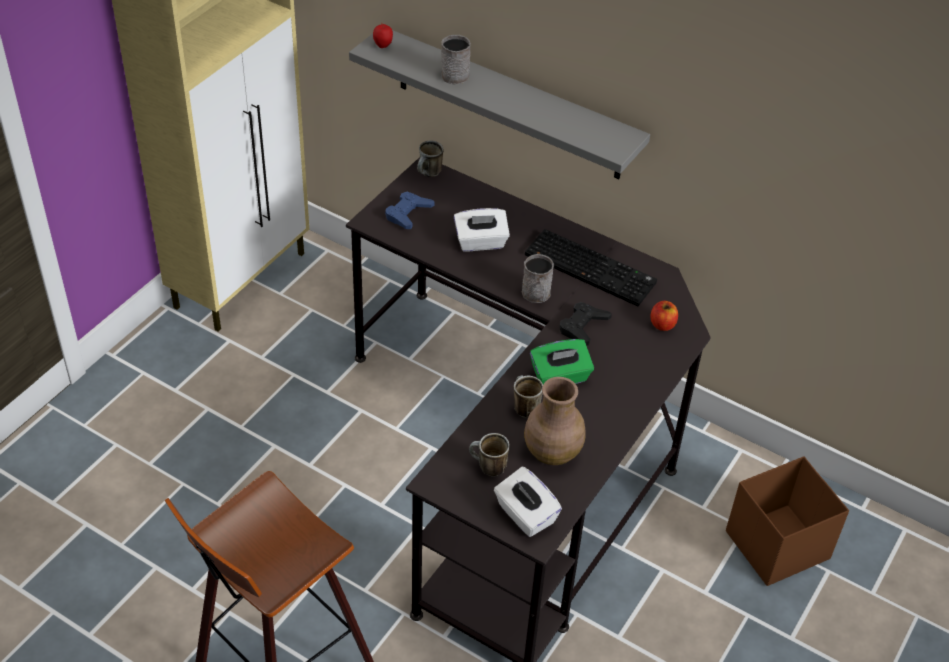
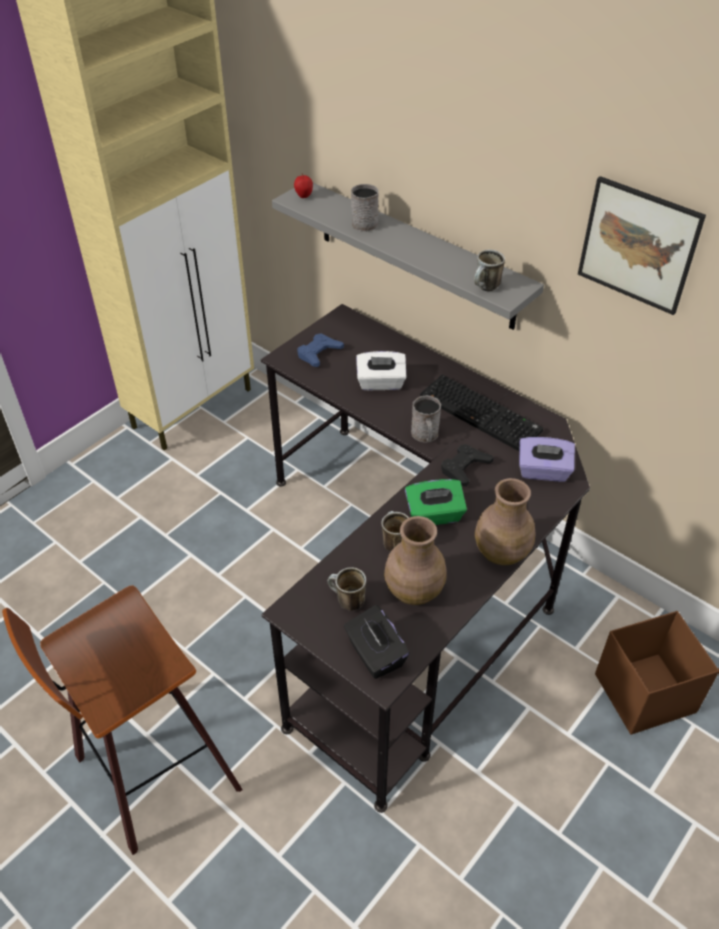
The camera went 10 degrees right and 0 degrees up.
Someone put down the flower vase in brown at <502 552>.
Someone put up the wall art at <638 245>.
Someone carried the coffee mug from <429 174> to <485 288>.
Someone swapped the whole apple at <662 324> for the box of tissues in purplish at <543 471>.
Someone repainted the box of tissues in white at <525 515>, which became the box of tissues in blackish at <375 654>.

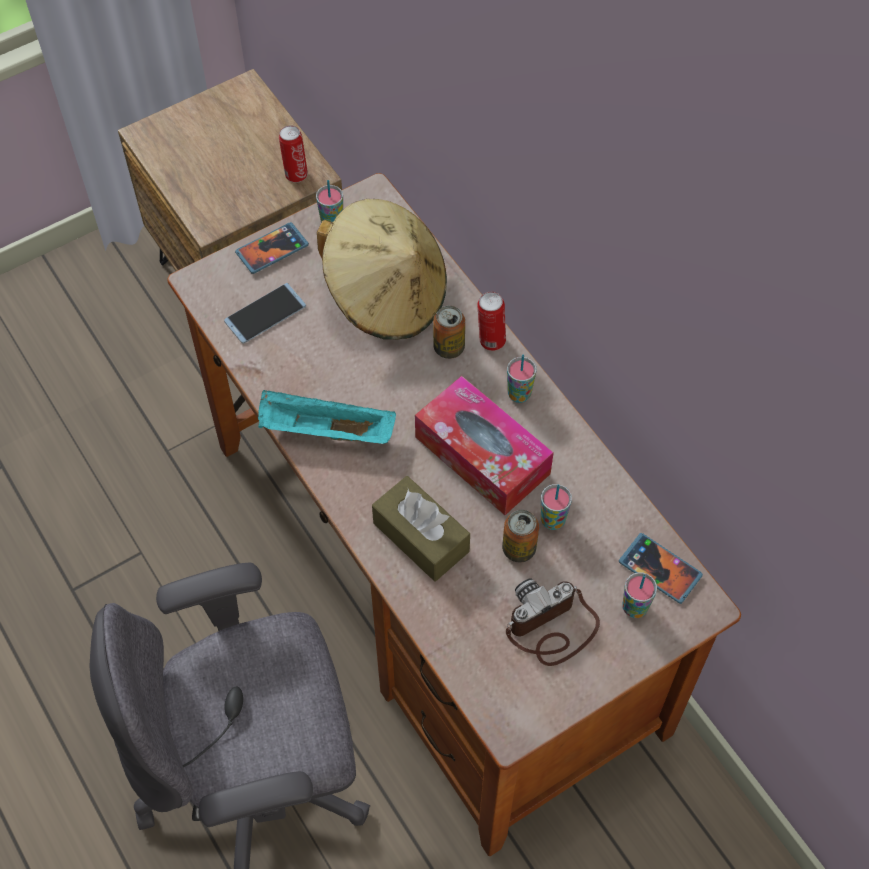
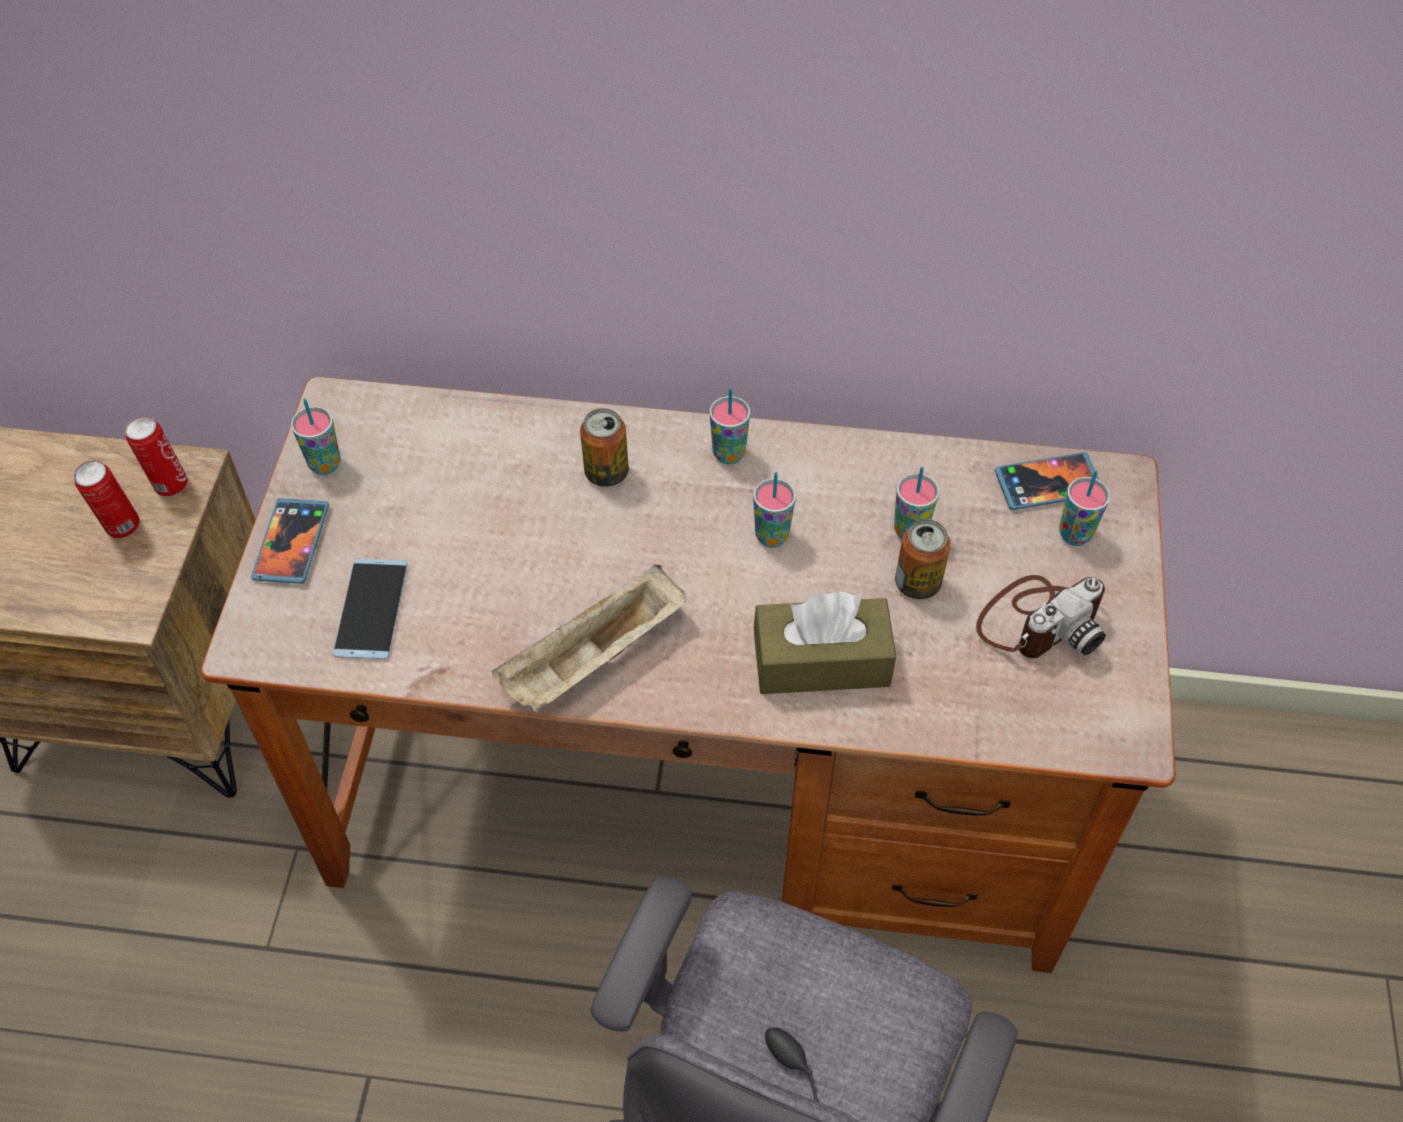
The camera went 50 degrees left and 5 degrees down.
Someone took away the clothing hat in beige-coloured at <386 295>.
Someone carried the metal can from <490 341> to <121 527>.
Someone swapped the box of tissues at <482 455> for the drinking cup at <772 536>.
Someone repainted the serving tray in turquoise at <324 431>, which became the serving tray in beige-coloured at <594 659>.
Someone rotated the still camera at <551 628> by 135 degrees counterclockwise.

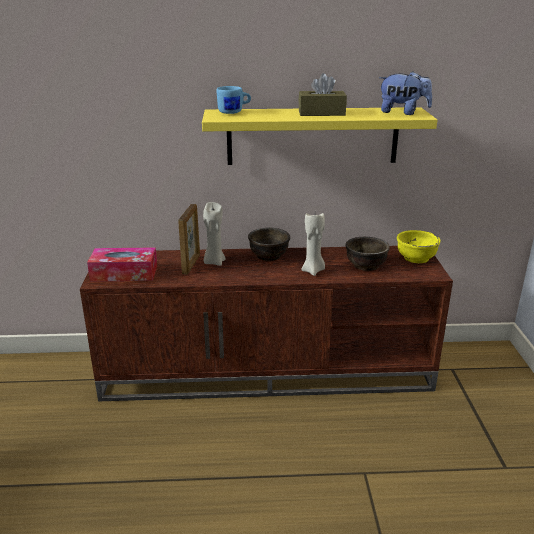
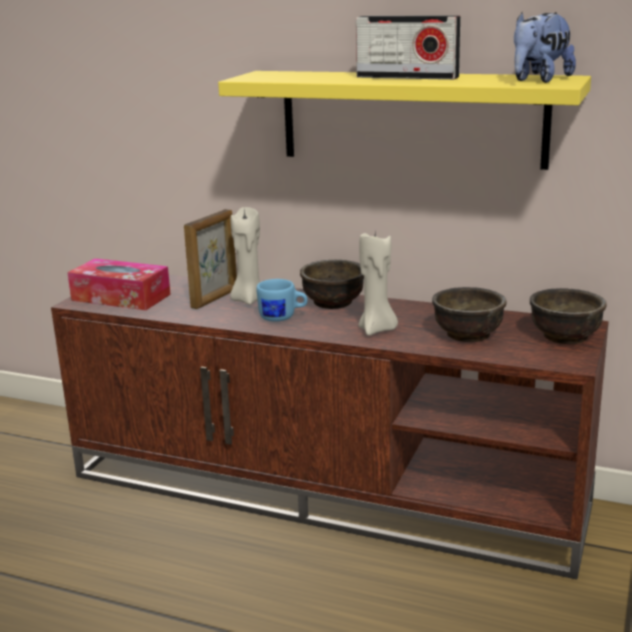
The camera went 25 degrees right and 5 degrees down.
Someone carried the coffee mug in bluish from <234 112> to <283 318>.
Someone swapped the box of tissues in brown at <321 113> for the radio at <407 77>.
Someone repainted the bowl in yellow at <416 258>, which became the bowl in brown at <564 336>.
Someone rotated the cuddly toy at <403 112> by 90 degrees clockwise.

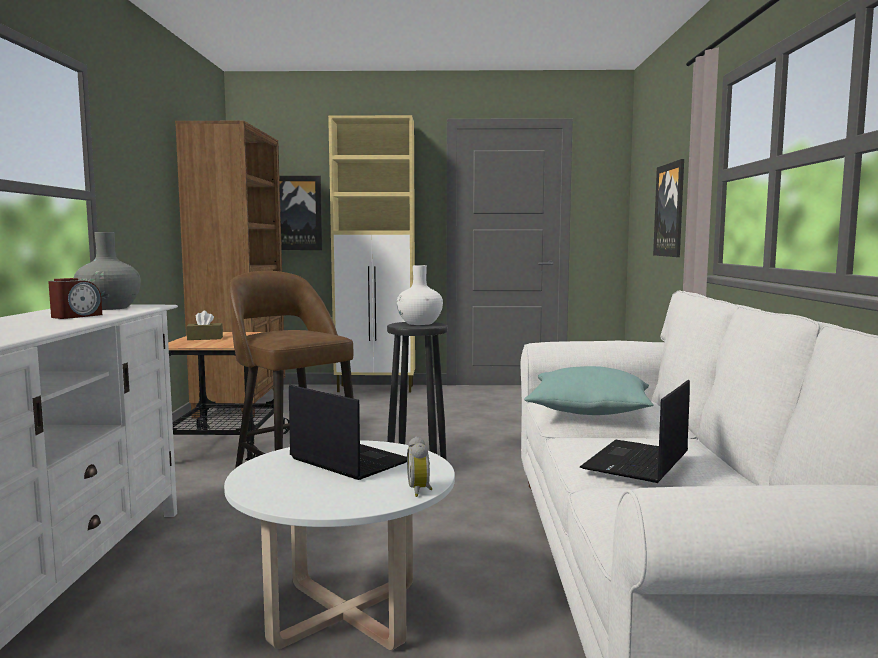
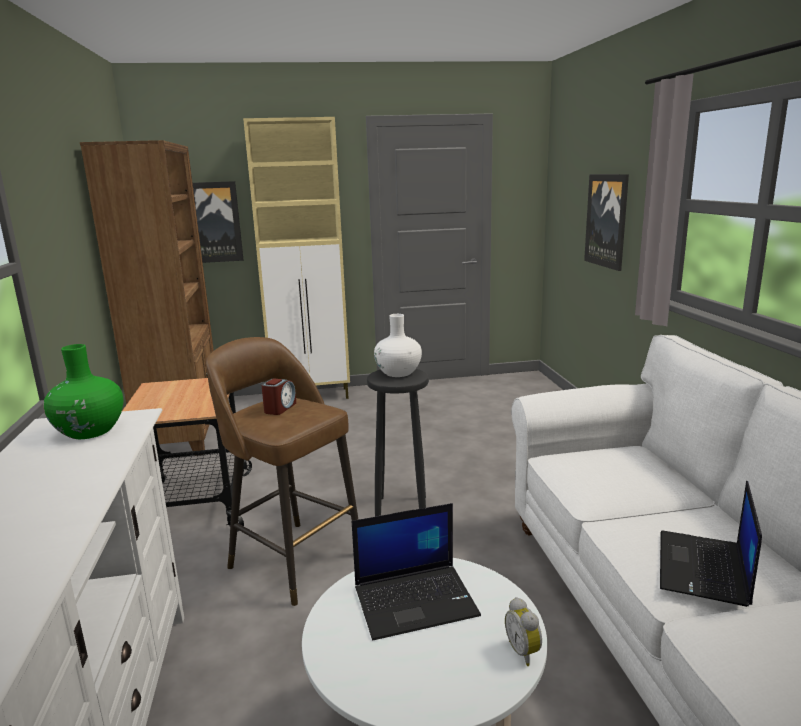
The camera went 10 degrees left and 10 degrees up.
Someone took away the box of tissues in brown at <205 338>.
Someone took away the cushion in turquoise at <589 411>.
Someone carried the alarm clock from <76 316> to <280 408>.
Someone repainted the flower vase in greyish at <109 308>, which became the flower vase in green at <90 431>.
Someone rotated the portable computer at <348 460> by 135 degrees clockwise.

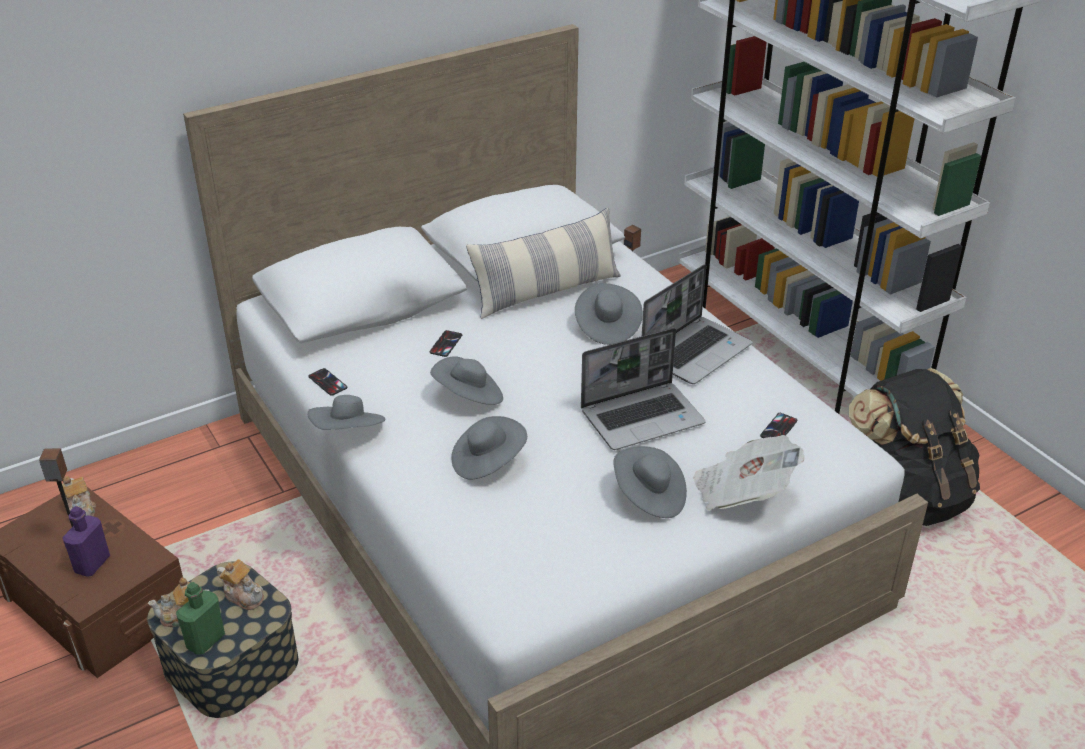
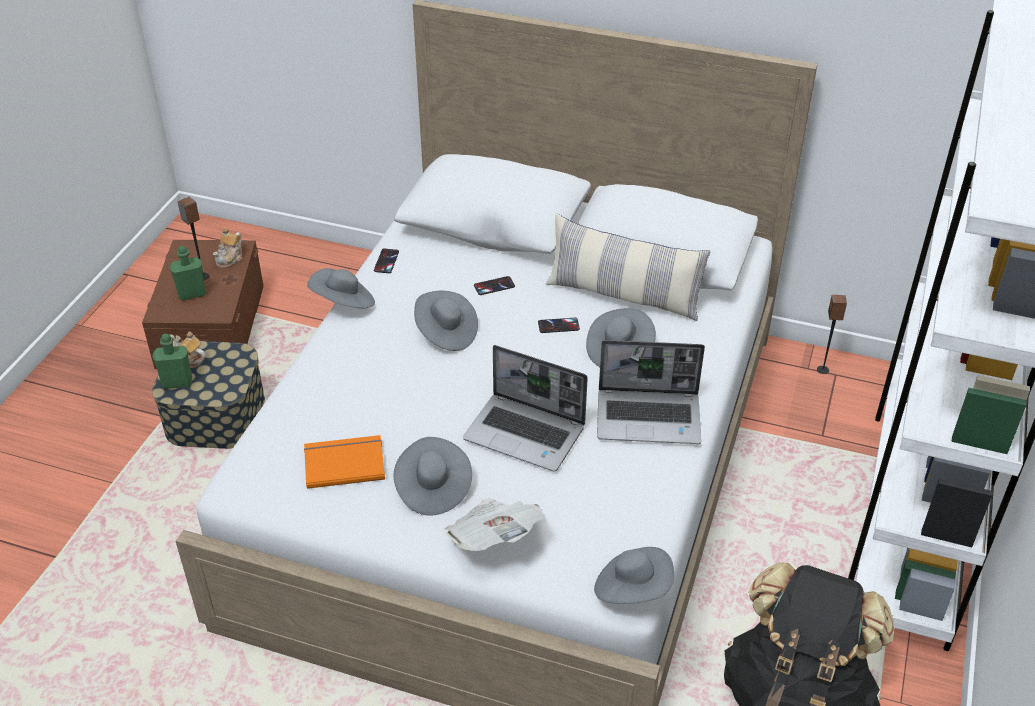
The camera went 50 degrees right and 5 degrees up.
Someone took away the tea pot at <244 596>.
Someone put down the bound book in orange-coloured at <344 462>.
Someone carried the clothing hat in greyish from <487 462> to <632 589>.
Someone carried the telephone from <778 428> to <558 326>.
Someone repainted the bottle in purplish at <92 564>, which became the bottle in green at <192 294>.

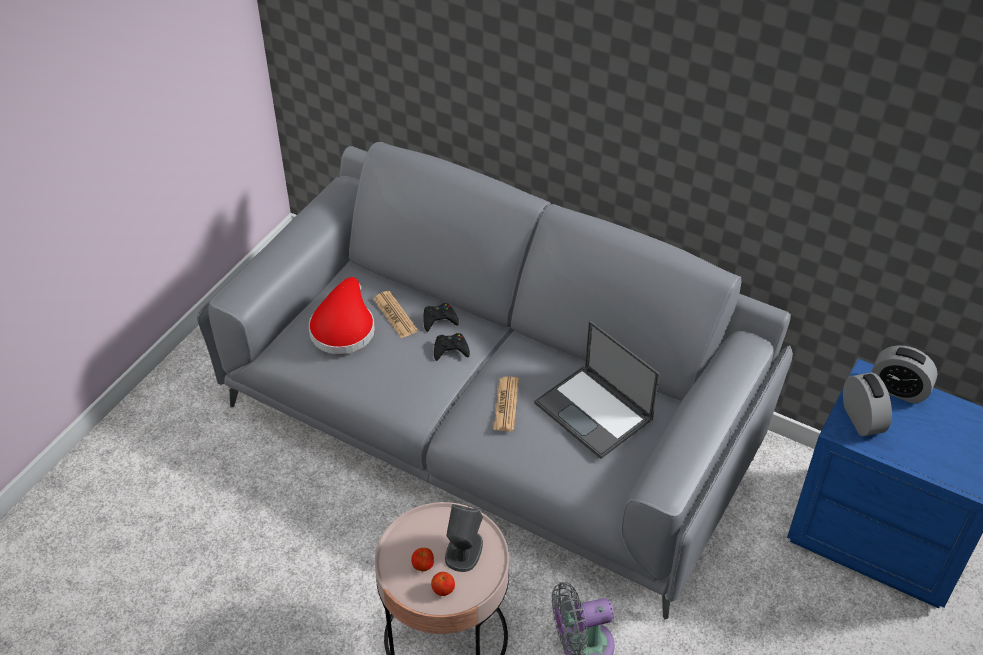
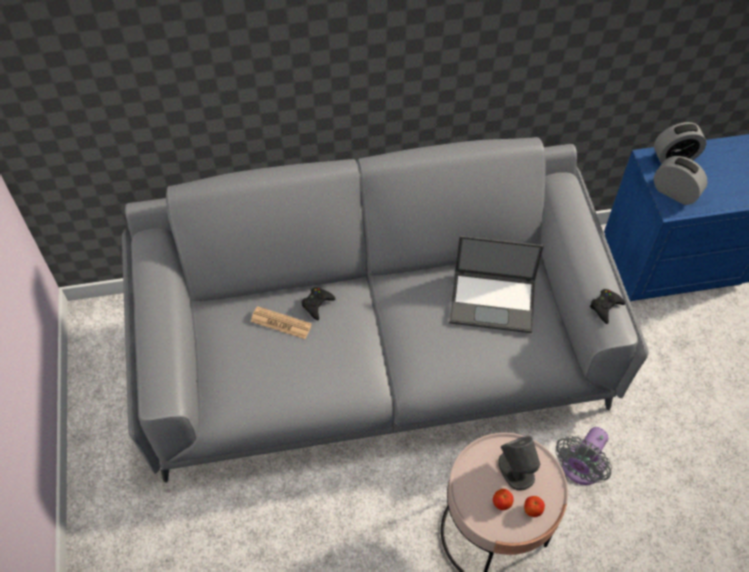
The camera went 40 degrees left and 10 degrees up.
Someone took away the clothing hat in reddish at <343 327>.
Someone took away the daily paper at <506 404>.
Someone carried the gamepad in blackish from <450 349> to <605 307>.

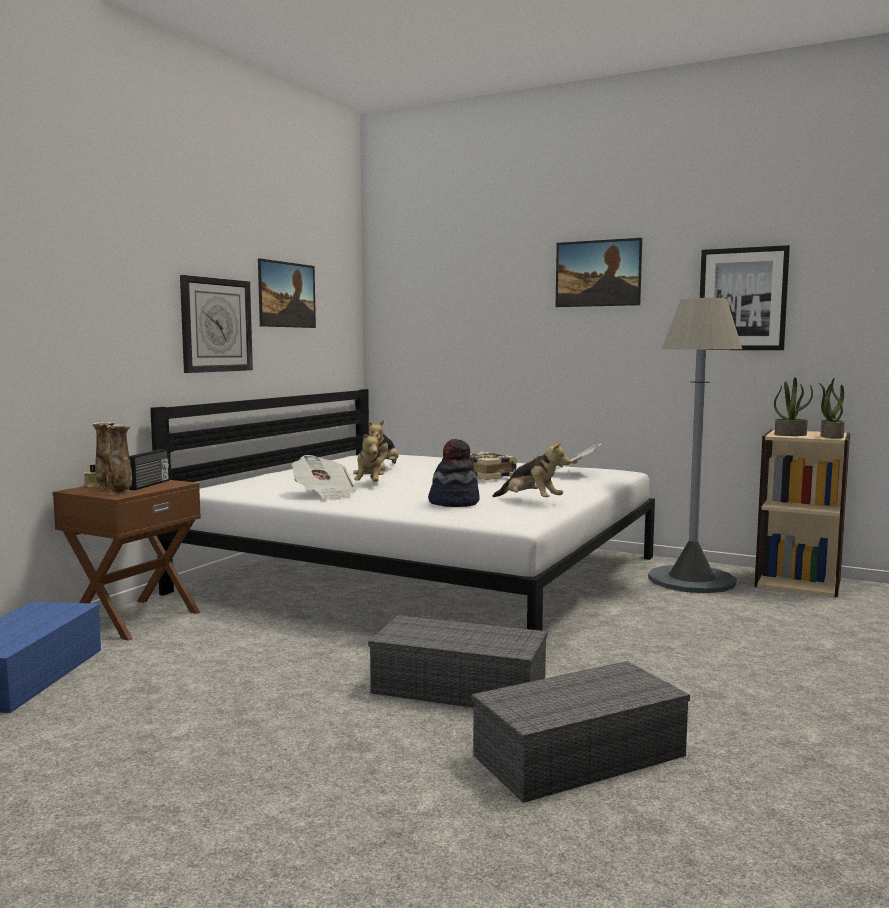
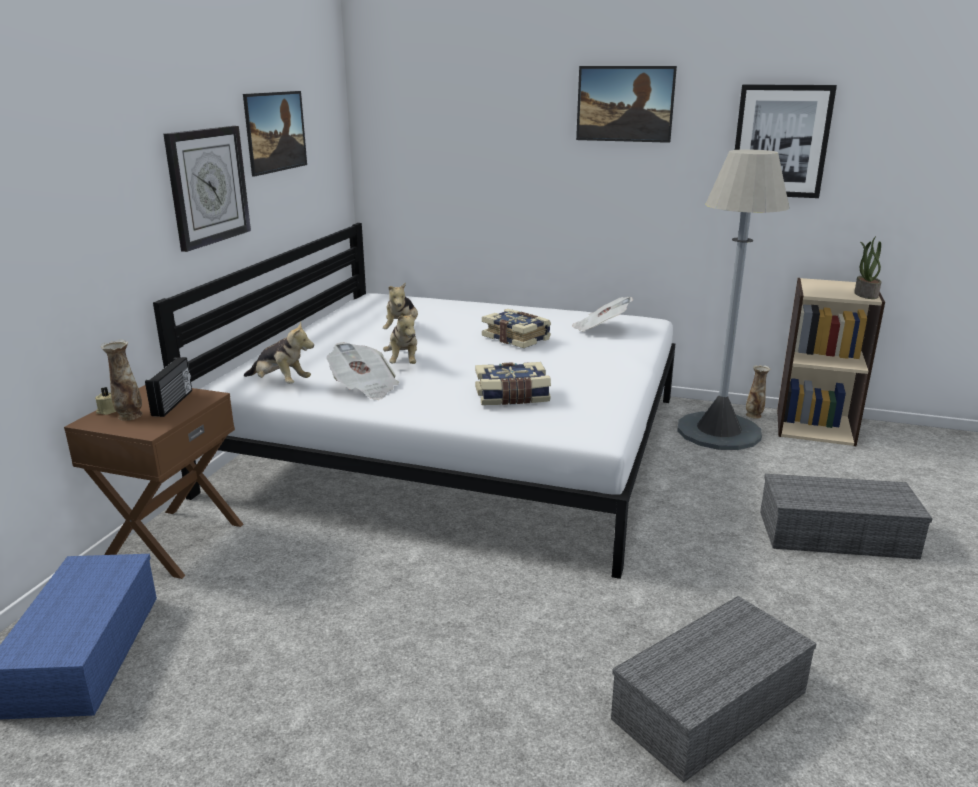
The camera went 10 degrees left and 15 degrees up.
Someone took away the potted plant at <790 435>.
Someone carried the flower vase from <120 493> to <754 415>.
Someone carried the storage container in greyish from <462 687> to <838 534>.
Someone carried the cuddly toy from <531 501> to <280 383>.
Someone swapped the clothing hat at <454 503> for the bound book at <512 397>.

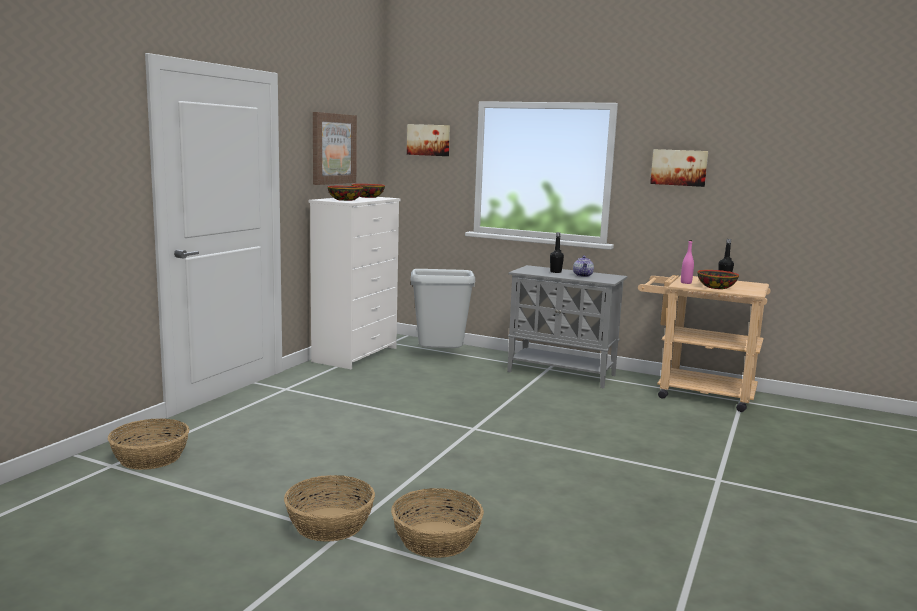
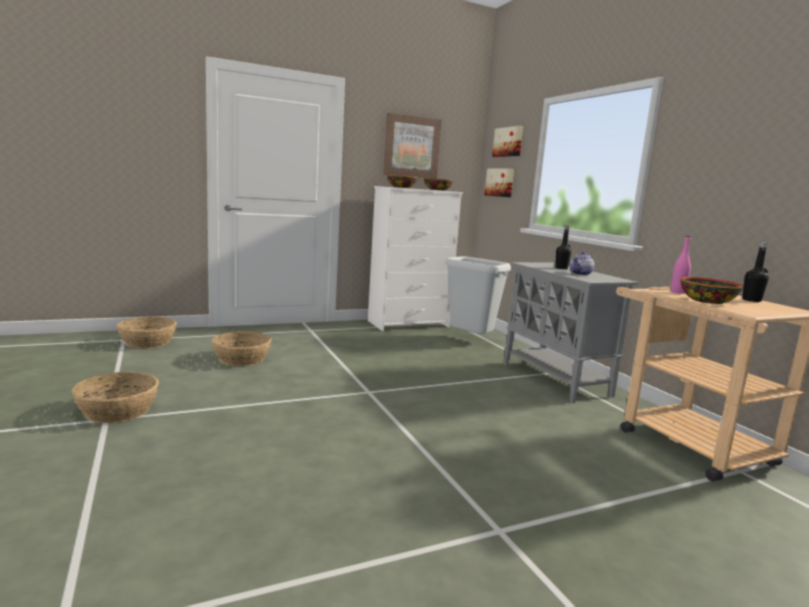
The camera went 40 degrees right and 0 degrees up.
Someone carried the storage basket from <436 539> to <242 359>.
Someone carried the wall art from <679 167> to <500 182>.

